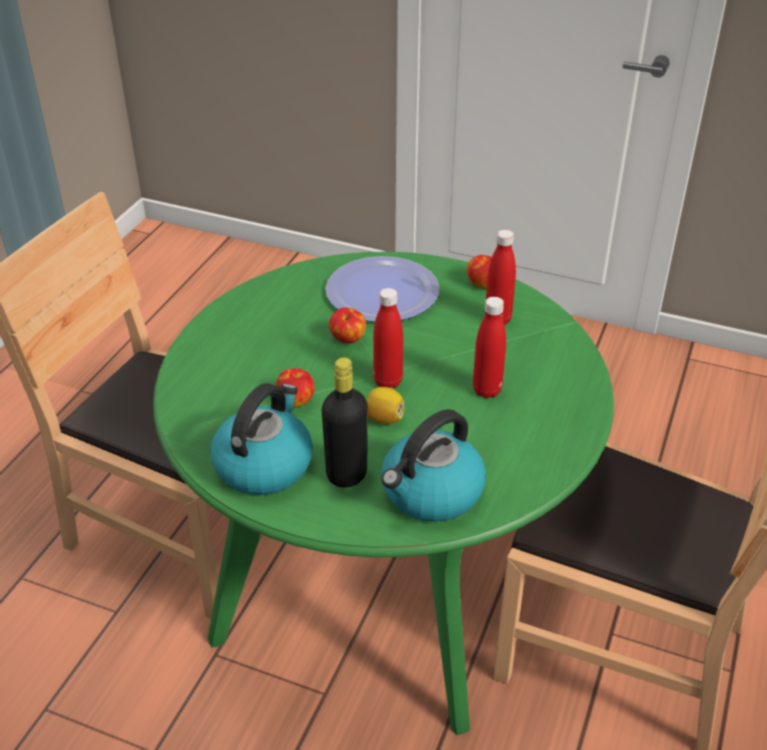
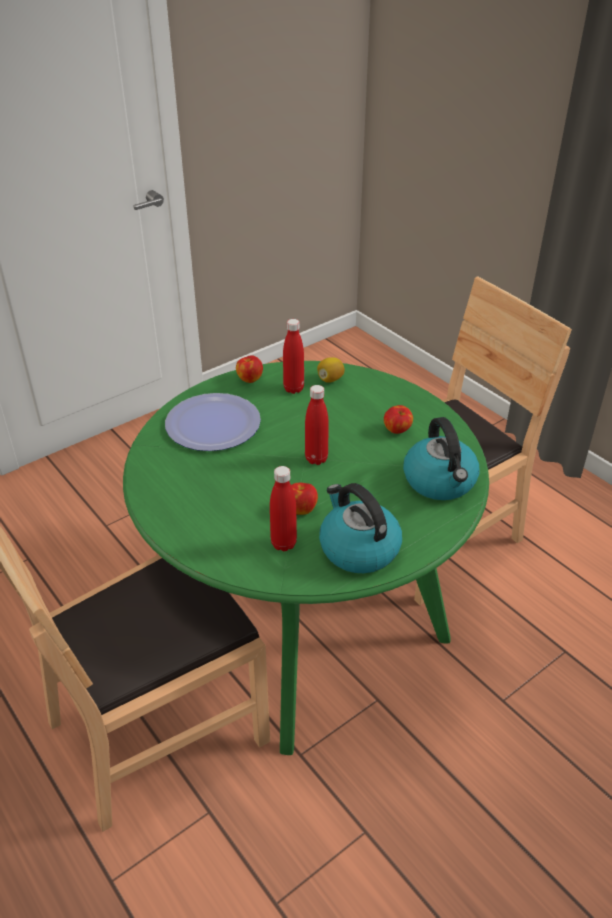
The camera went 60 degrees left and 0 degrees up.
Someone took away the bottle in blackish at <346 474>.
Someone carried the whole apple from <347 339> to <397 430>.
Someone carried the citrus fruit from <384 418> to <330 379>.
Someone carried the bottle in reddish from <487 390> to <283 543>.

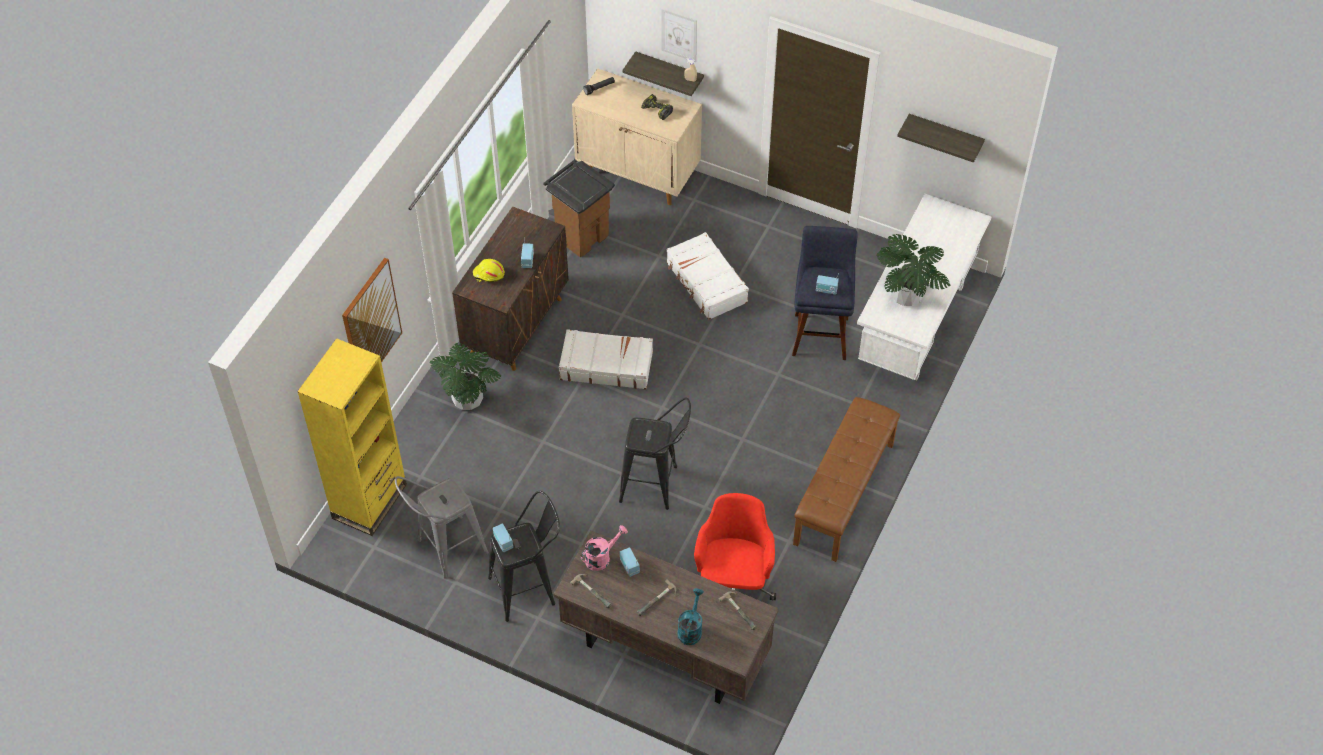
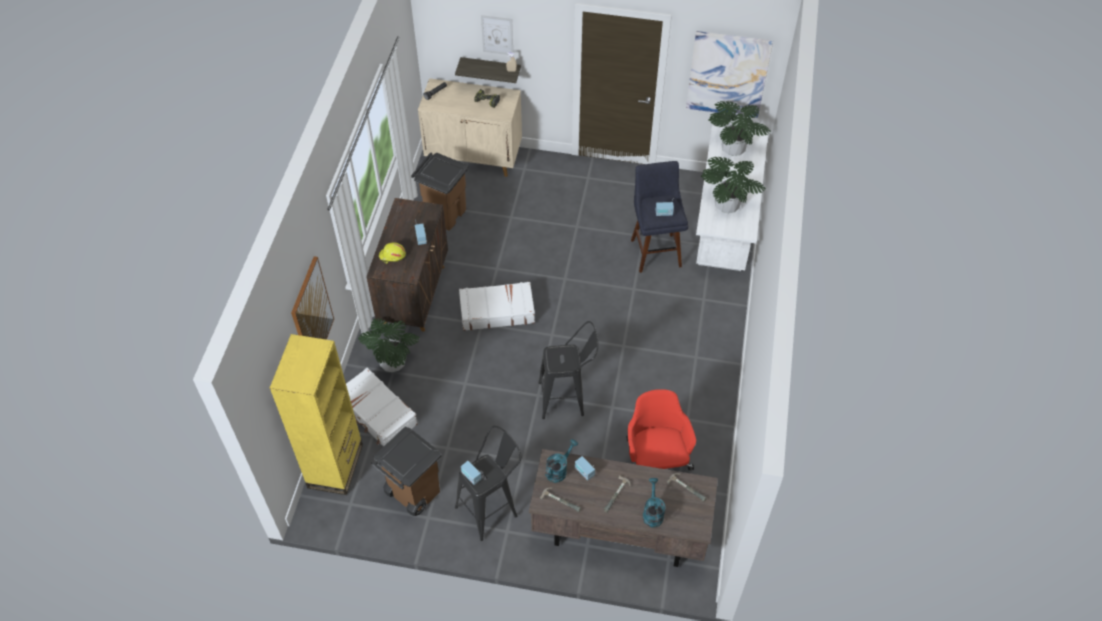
The camera went 15 degrees left and 0 degrees up.
Someone took away the long seat in brown at <844 494>.
Someone put down the potted plant at <733 148>.
Someone carried the suitcase in white from <706 283> to <377 413>.
Someone swapped the stool seat in greyish at <446 550> for the rubbish bin in brown at <412 492>.
Someone swapped the shelf at <945 136> for the wall art at <728 74>.
Someone repainted the watering can in pinkish at <601 557>, which became the watering can in turquoise at <559 469>.

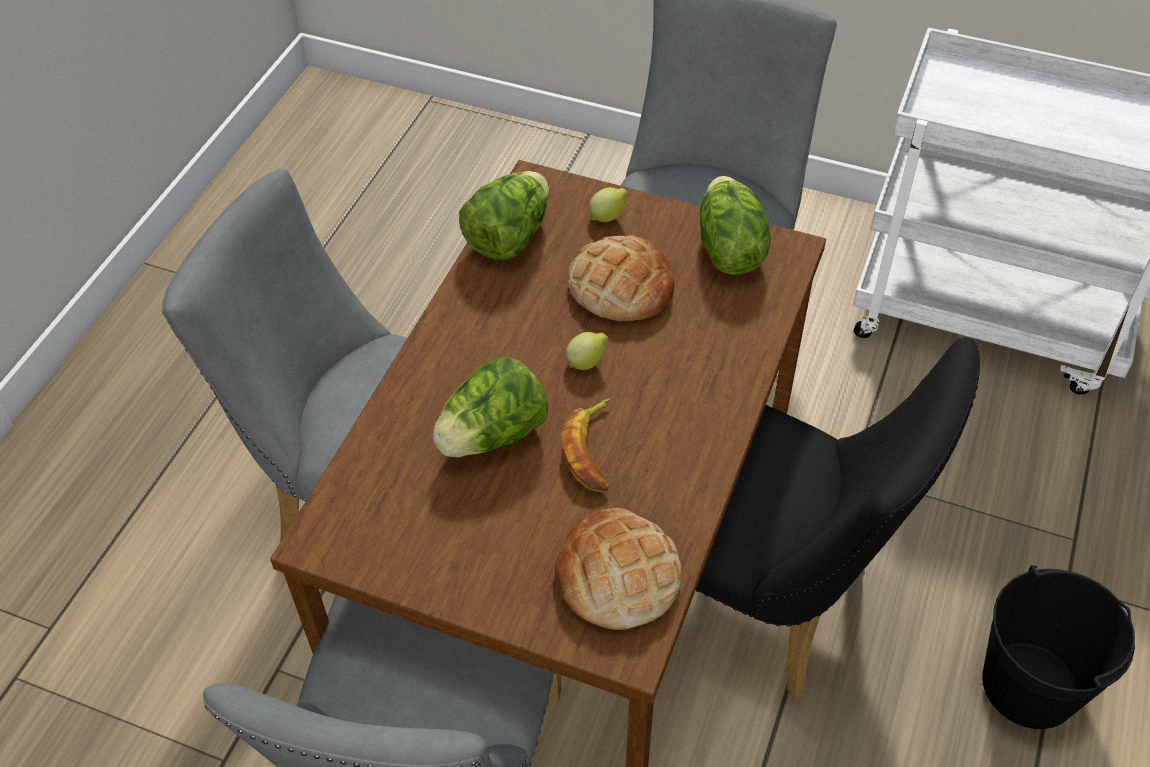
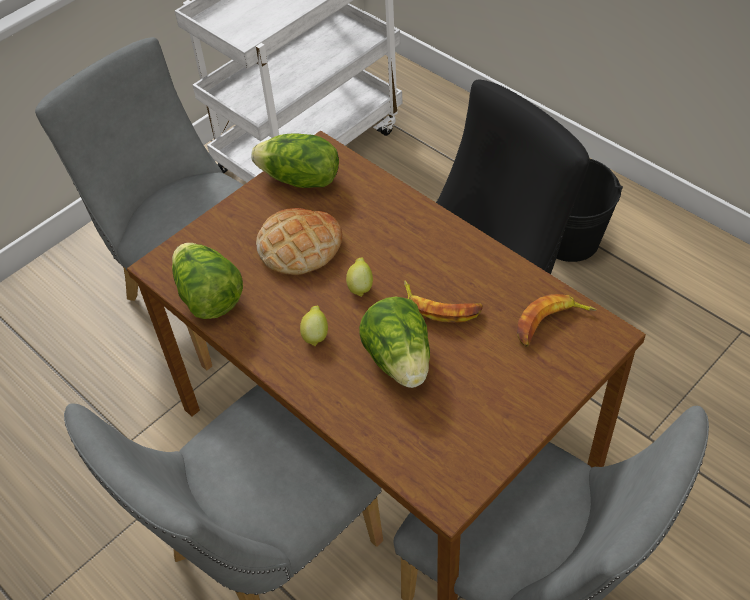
The camera went 65 degrees left and 0 degrees up.
Someone carried the citrus fruit from <608 217> to <315 335>.
Someone swapped the bakery bread at <617 576> for the banana at <550 324>.

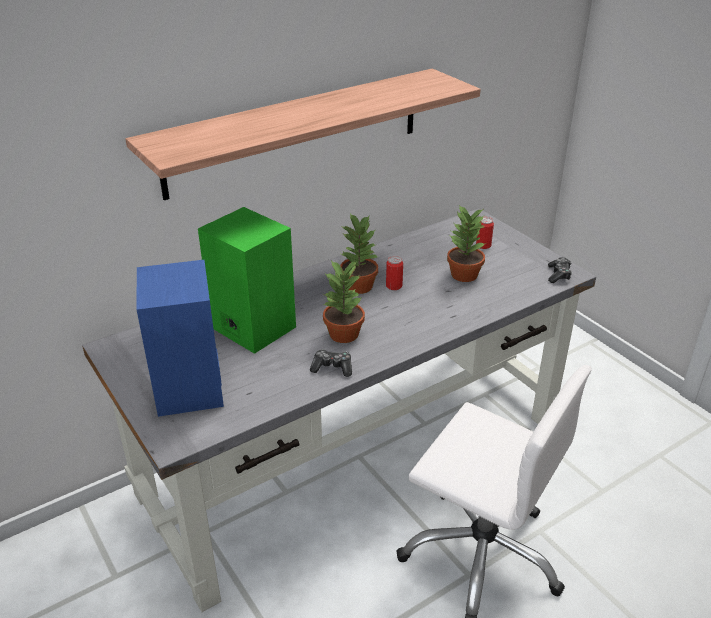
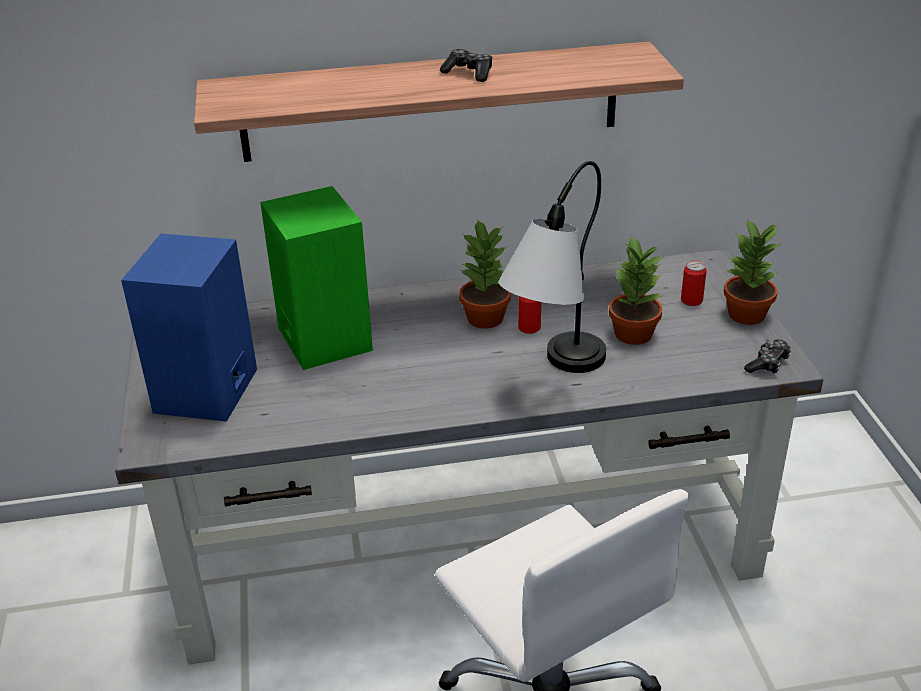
The camera went 25 degrees right and 0 degrees up.
Someone put down the table lamp at <553 375>.
Someone carried the gamepad from <332 368> to <469 73>.
Someone carried the potted plant from <344 334> to <747 315>.

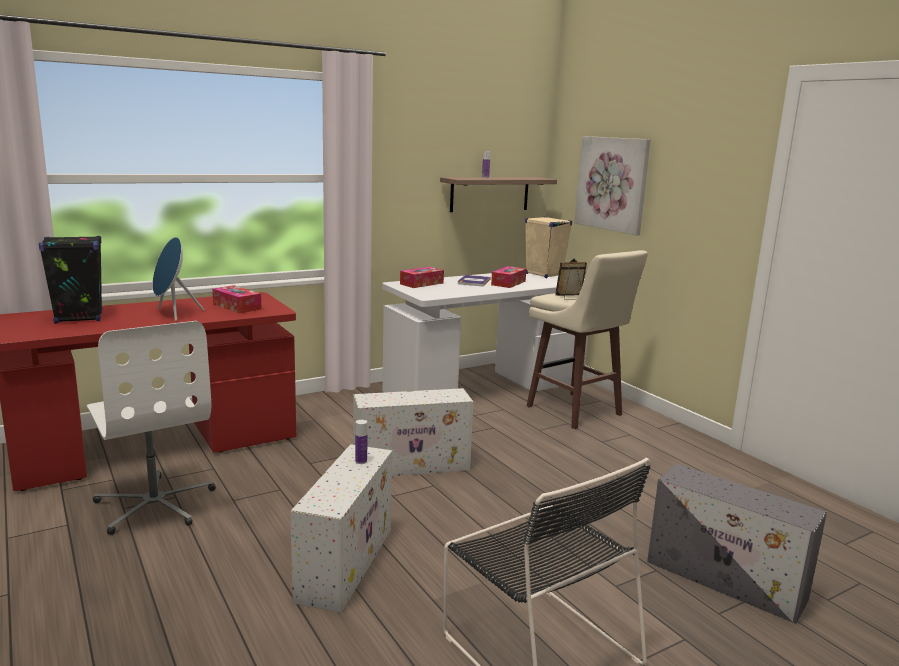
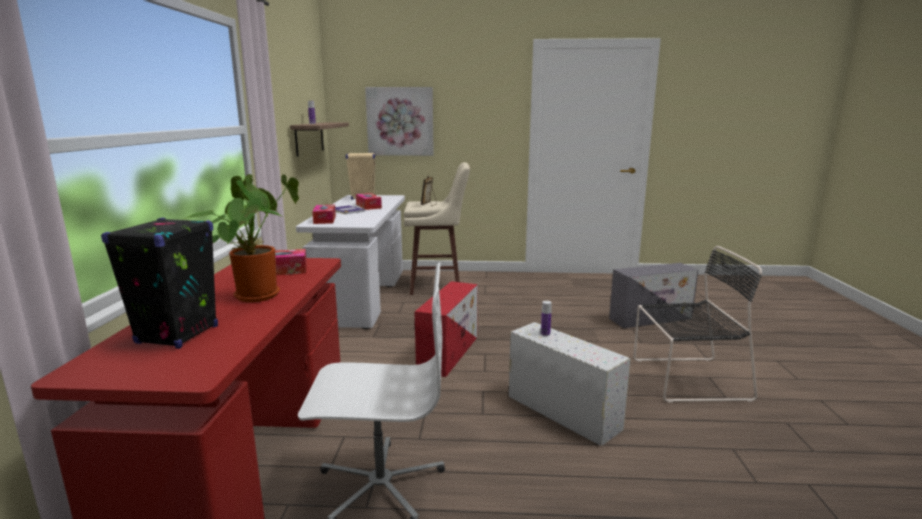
The camera went 55 degrees left and 0 degrees up.
Someone swapped the speaker in bluish at <173 314> for the potted plant at <256 294>.
Someone repainted the storage container in white at <413 466>, which became the storage container in reddish at <449 352>.

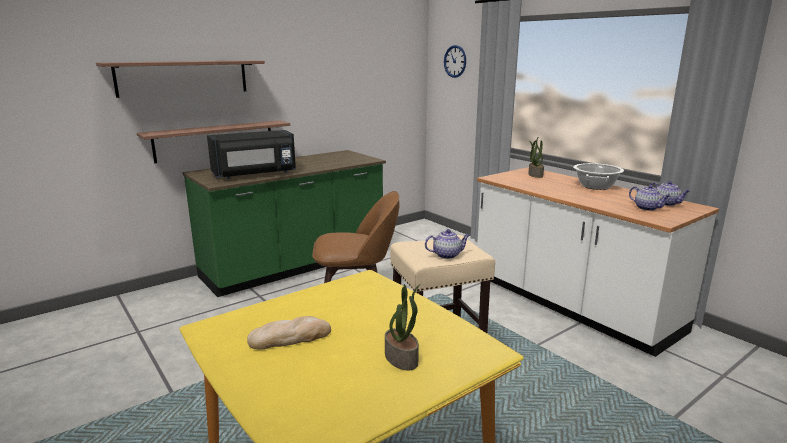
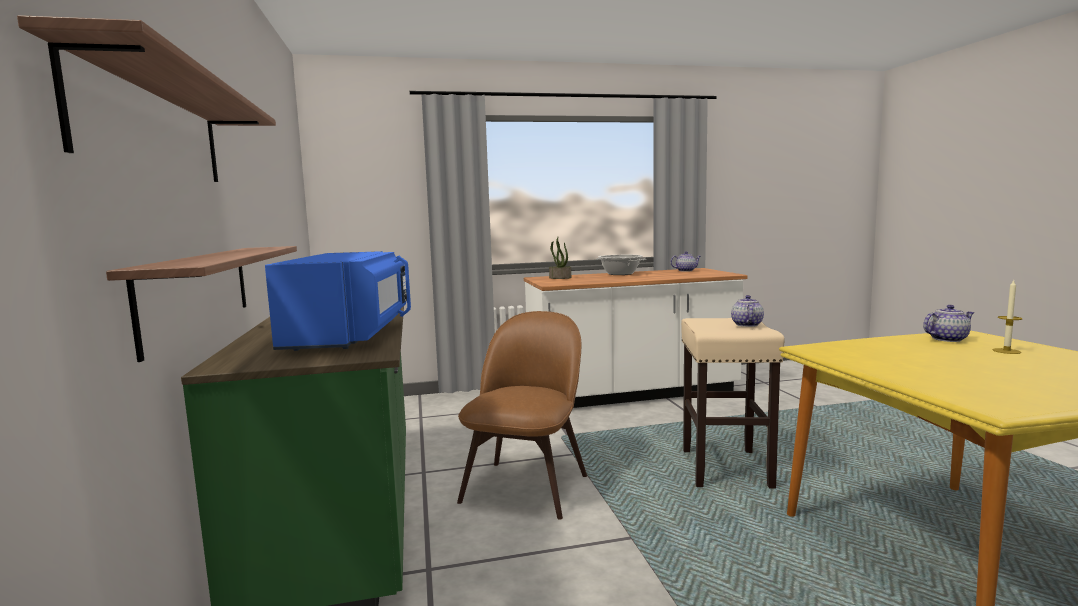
The camera went 65 degrees left and 10 degrees down.
Someone took away the bakery bread at <290 337>.
Someone took away the clock on the wall at <455 61>.
Someone carried the tea pot from <647 208> to <947 339>.
Someone swapped the potted plant at <402 358> for the wax candle at <1006 351>.
Someone repainted the microwave oven in blackish at <255 174>, which became the microwave oven in bluish at <351 336>.

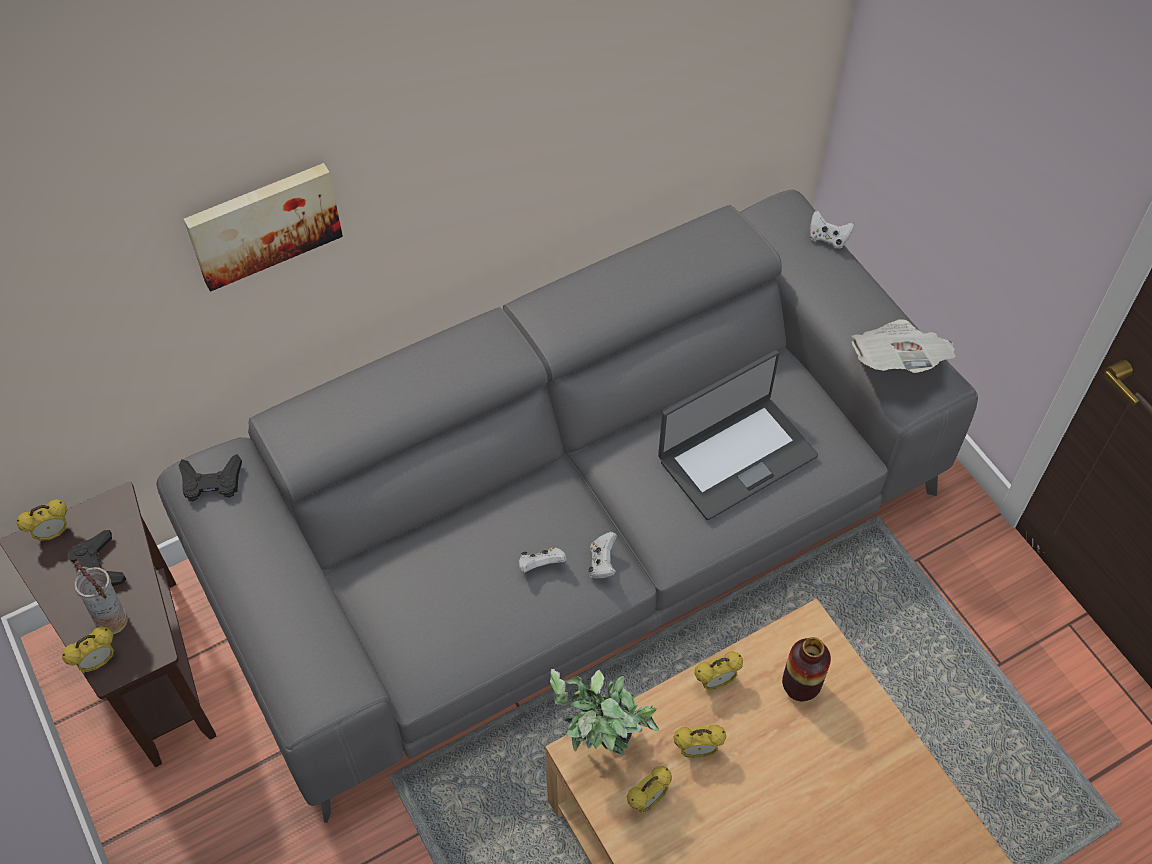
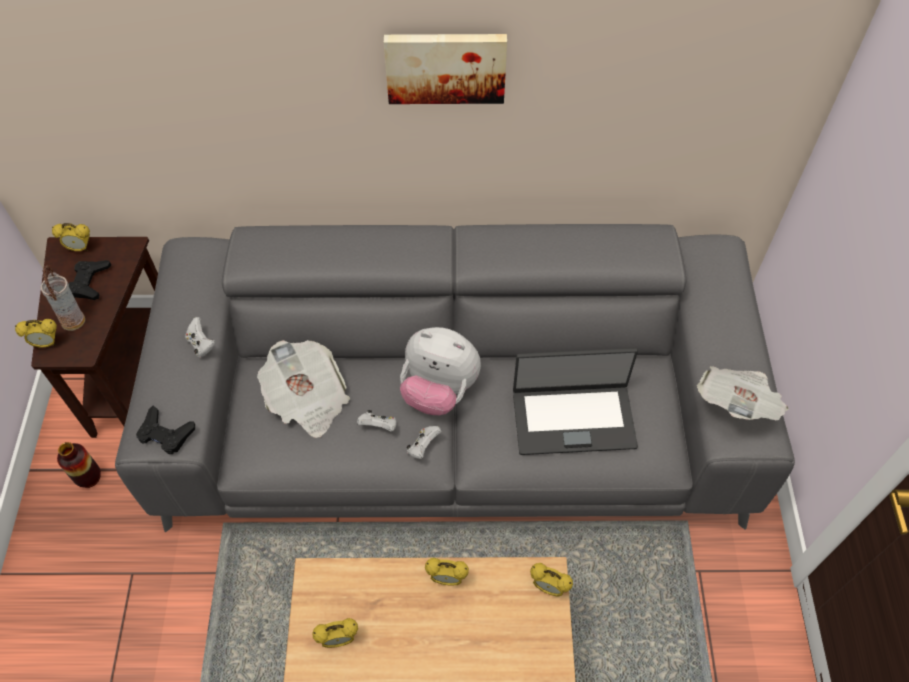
The camera went 30 degrees right and 0 degrees up.
Someone took away the potted plant at <602 748>.
Someone put down the daily paper at <307 400>.
Someone put down the cuddly toy at <439 390>.
Someone carried the gamepad in blackish from <211 481> to <165 434>.
Someone carried the wall art from <263 223> to <445 66>.
Someone carried the alarm clock from <697 751> to <548 588>.
Someone carried the flower vase from <800 686> to <89 477>.
Someone carried the gamepad in white from <828 238> to <201 344>.

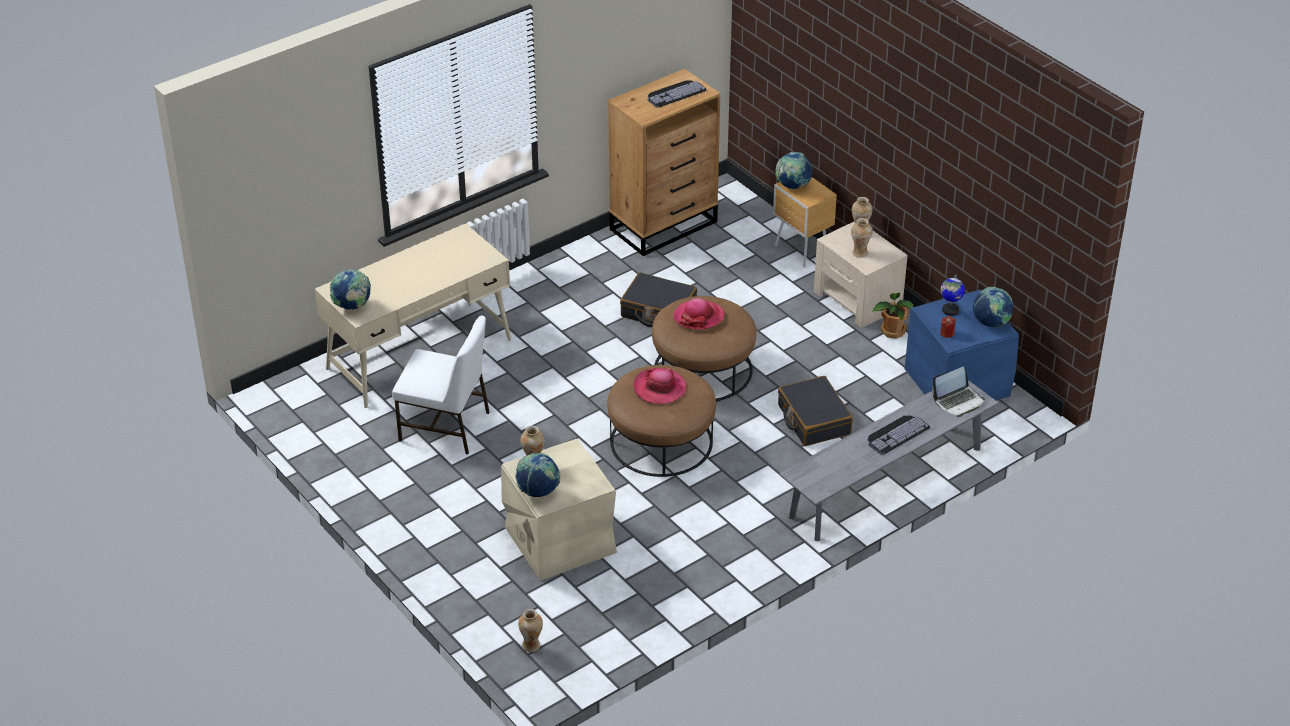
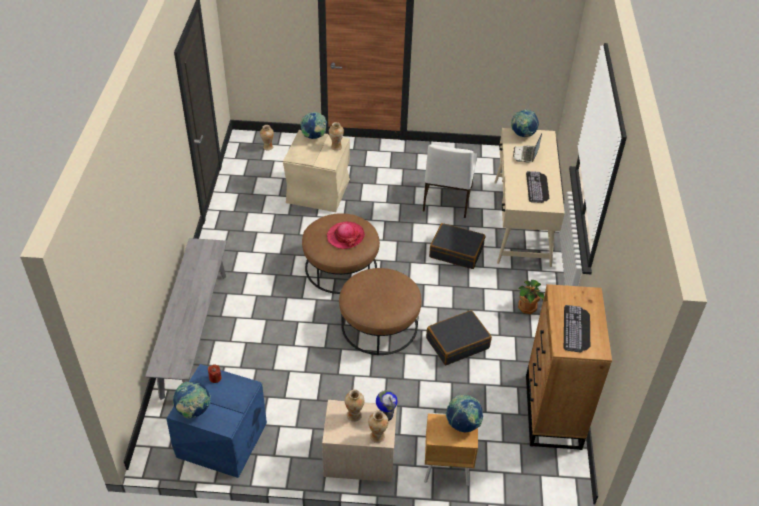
The camera went 130 degrees right and 5 degrees up.
Someone took away the clothing hat at <698 317>.
Someone carried the suitcase in blackish from <813 420> to <456 251>.
Someone carried the keyboard from <896 433> to <538 187>.
Someone carried the potted plant from <892 331> to <528 307>.
Someone carried the portable computer from <958 401> to <526 155>.
Someone carried the desk globe from <950 310> to <385 414>.
Someone rotated the plain chair in white at <446 427> by 45 degrees counterclockwise.

